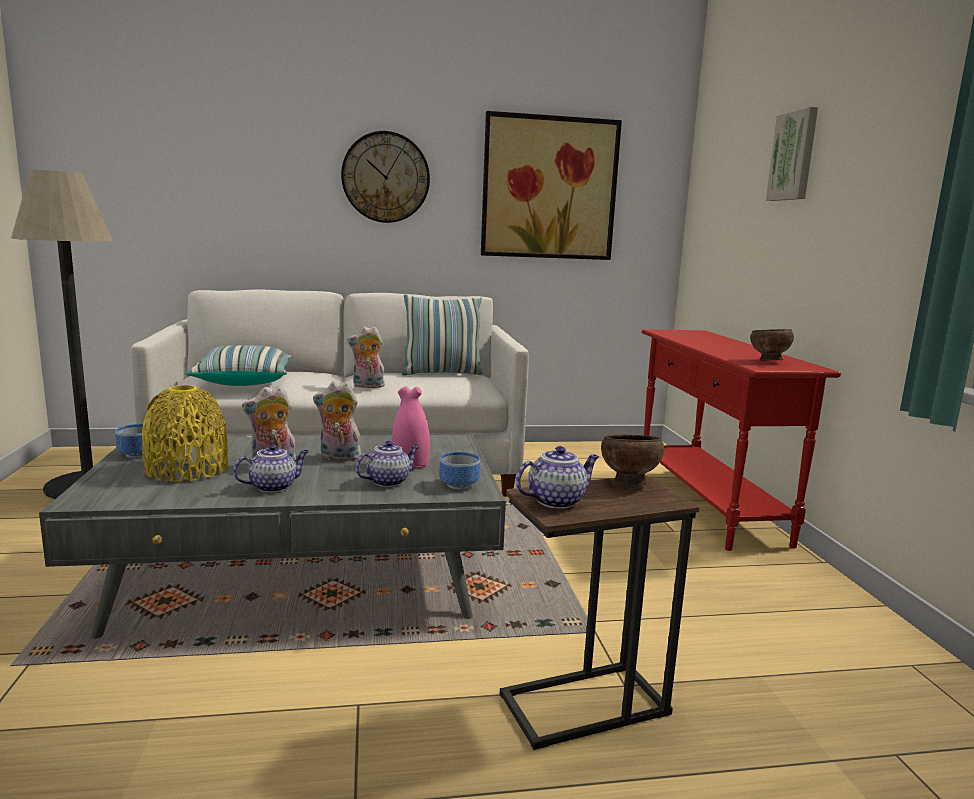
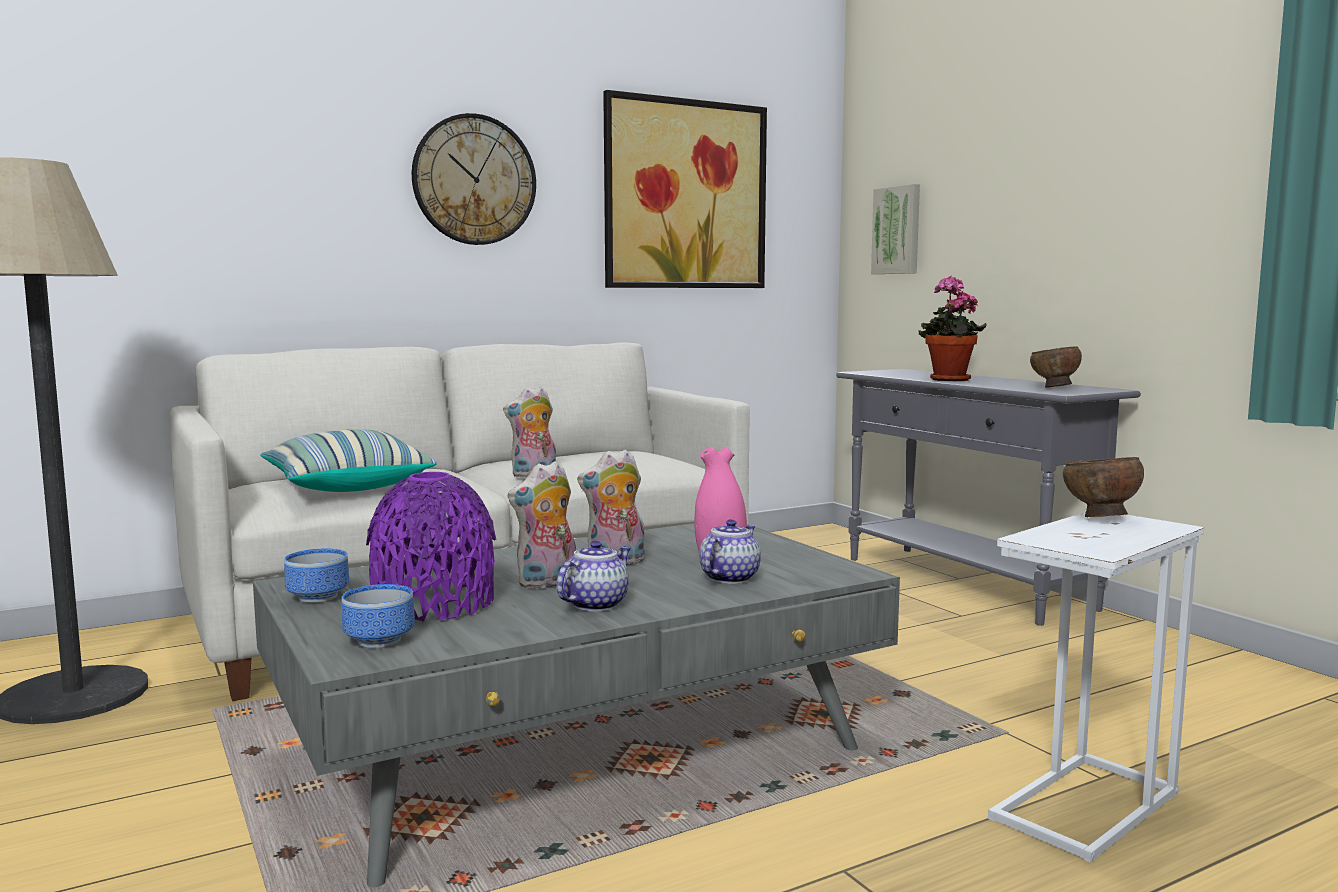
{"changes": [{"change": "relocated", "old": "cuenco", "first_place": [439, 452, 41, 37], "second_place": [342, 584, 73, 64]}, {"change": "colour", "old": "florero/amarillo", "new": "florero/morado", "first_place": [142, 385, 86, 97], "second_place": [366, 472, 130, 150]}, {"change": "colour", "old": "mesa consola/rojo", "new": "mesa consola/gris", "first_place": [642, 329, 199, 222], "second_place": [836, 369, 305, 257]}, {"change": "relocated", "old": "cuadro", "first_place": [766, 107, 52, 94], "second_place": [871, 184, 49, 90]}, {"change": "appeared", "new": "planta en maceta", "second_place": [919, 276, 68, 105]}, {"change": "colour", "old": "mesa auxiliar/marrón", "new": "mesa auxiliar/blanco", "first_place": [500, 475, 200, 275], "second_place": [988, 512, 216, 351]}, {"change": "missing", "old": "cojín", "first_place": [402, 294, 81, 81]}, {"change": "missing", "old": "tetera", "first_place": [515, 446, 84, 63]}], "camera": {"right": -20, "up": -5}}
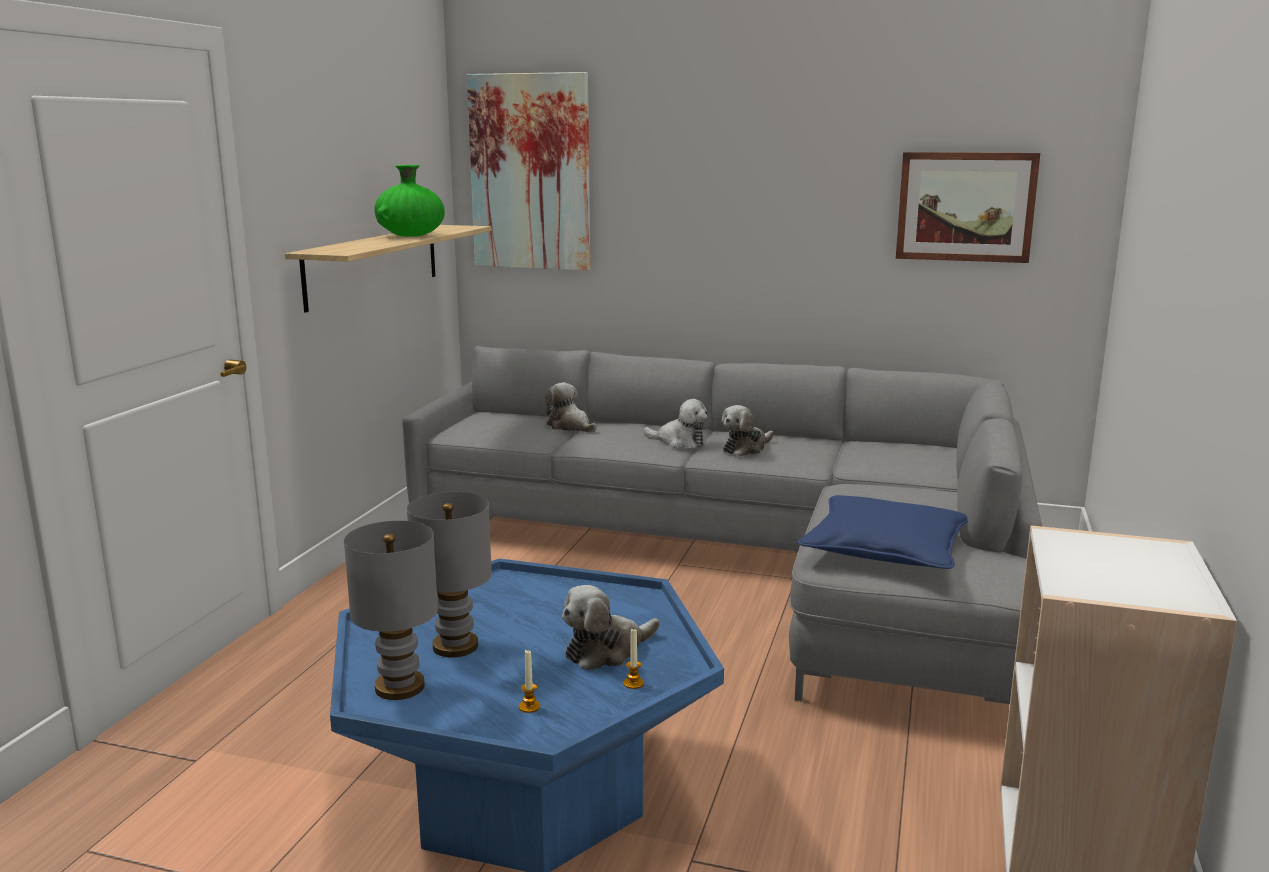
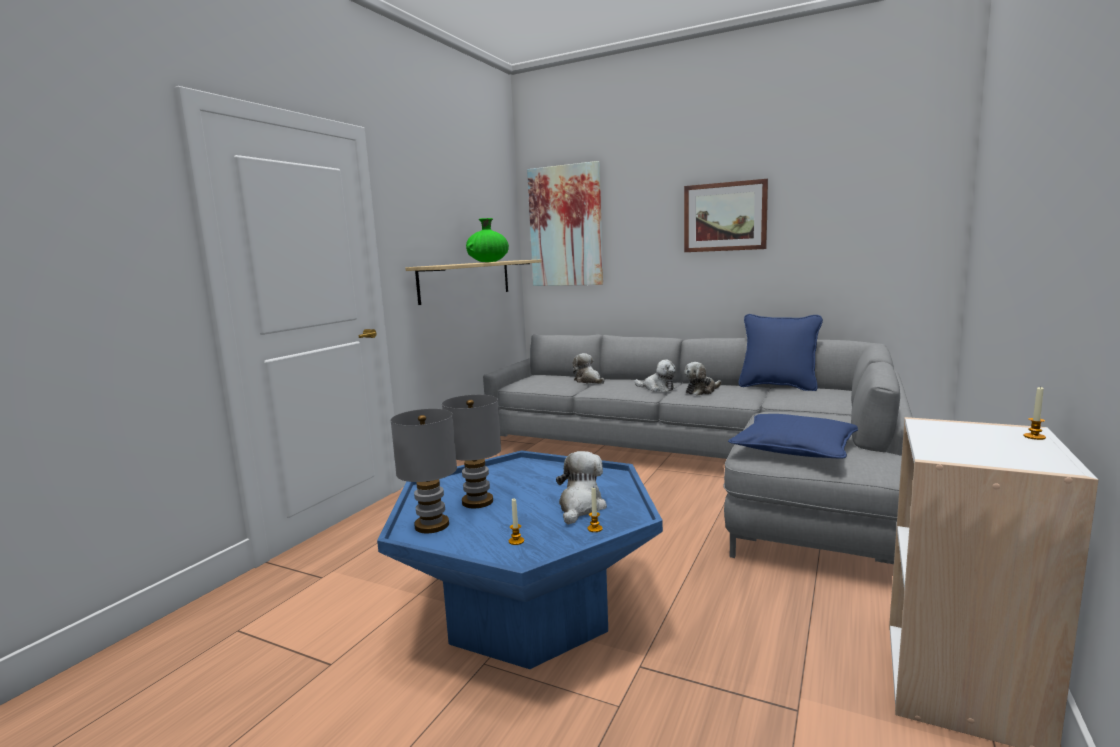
{"changes": [{"change": "spun", "old": "peluche", "first_place": [562, 585, 98, 86], "second_place": [556, 451, 51, 74], "degrees": 135}, {"change": "relocated", "old": "cuadro", "first_place": [896, 152, 144, 111], "second_place": [684, 179, 84, 73]}, {"change": "appeared", "new": "cojín/azul", "second_place": [739, 314, 84, 77]}, {"change": "appeared", "new": "vela", "second_place": [1024, 386, 22, 54]}], "camera": {"right": 10, "up": -5}}
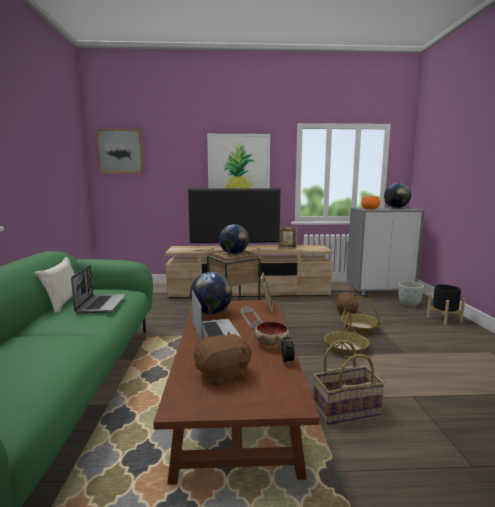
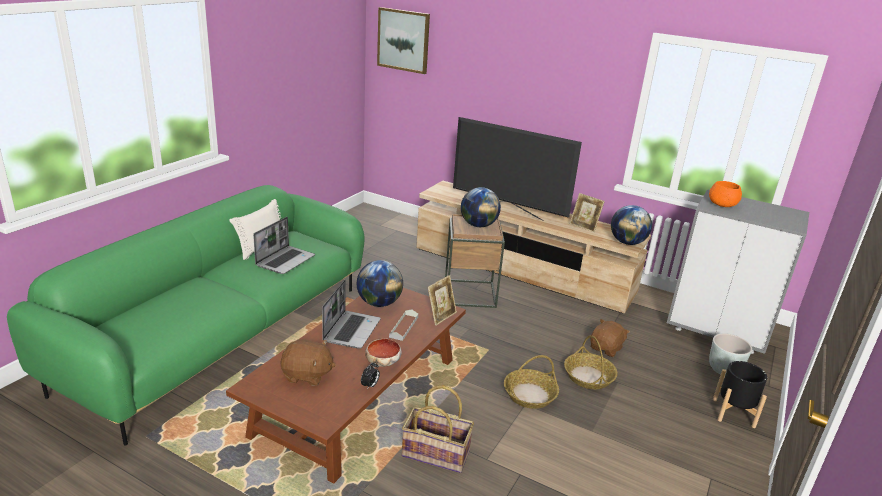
{"changes": [{"change": "relocated", "old": "globo terráqueo", "first_place": [384, 183, 27, 25], "second_place": [611, 205, 41, 40]}, {"change": "missing", "old": "cuadro", "first_place": [207, 134, 63, 55]}], "camera": {"right": 30, "up": 15}}
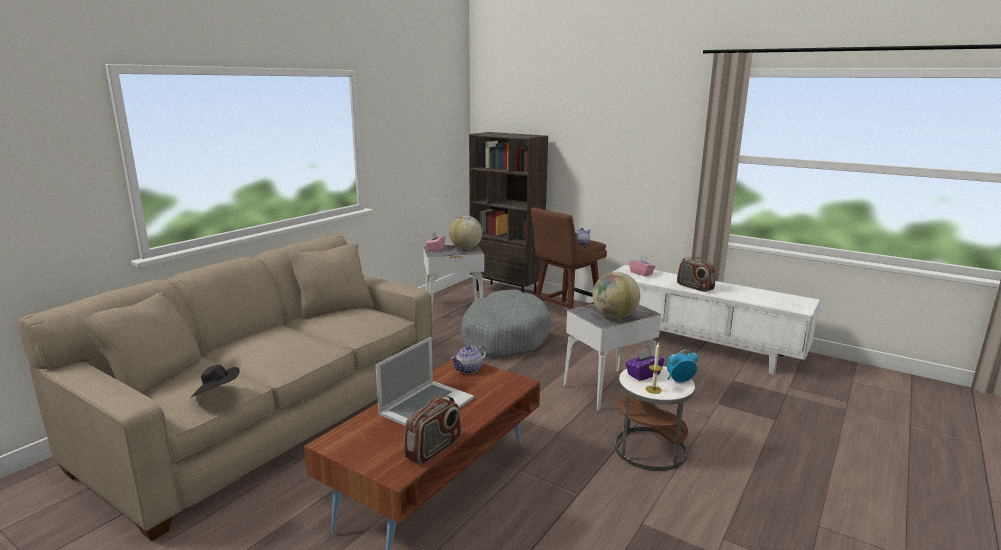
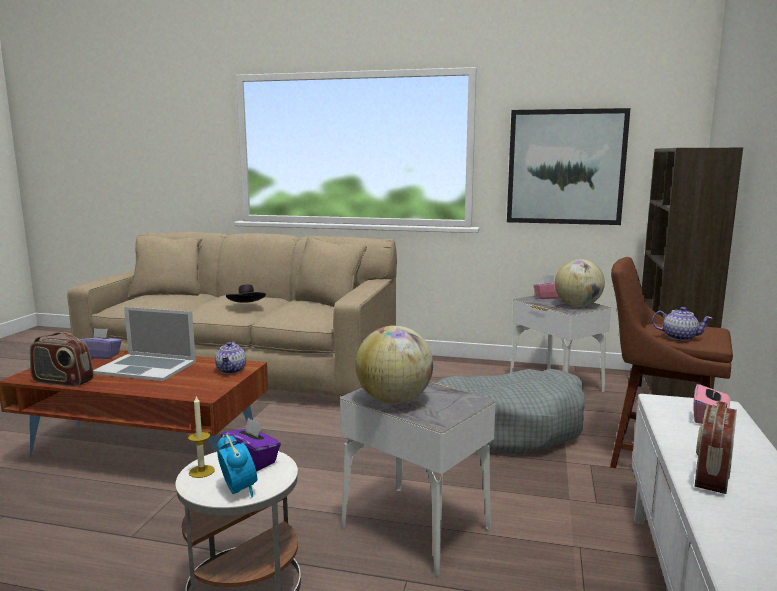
{"changes": [{"change": "appeared", "new": "caja de pañuelos/morado", "second_place": [80, 328, 42, 31]}, {"change": "spun", "old": "tetera", "first_place": [451, 345, 36, 29], "second_place": [215, 342, 31, 32], "degrees": -120}, {"change": "relocated", "old": "sombrero/negro", "first_place": [190, 365, 50, 33], "second_place": [226, 284, 40, 19]}, {"change": "appeared", "new": "cuadro", "second_place": [507, 108, 124, 117]}], "camera": {"right": 70, "up": -5}}
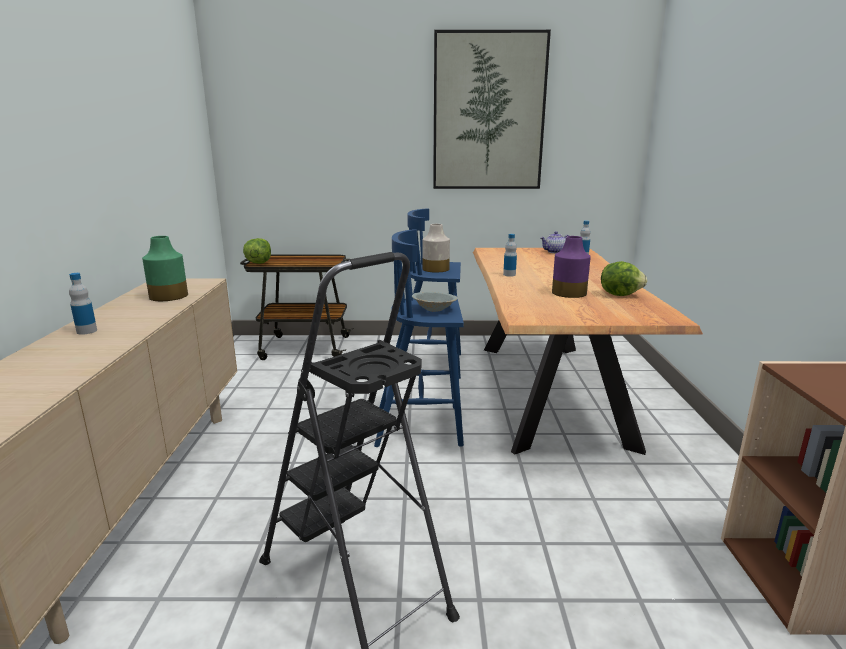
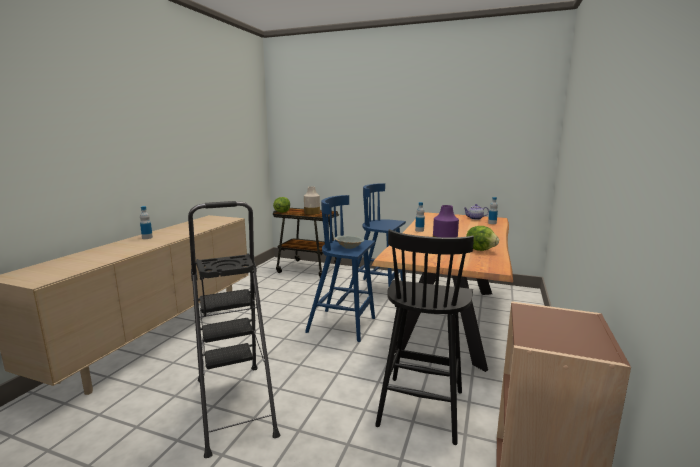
{"changes": [{"change": "relocated", "old": "florero/beis", "first_place": [423, 224, 27, 48], "second_place": [304, 187, 16, 28]}, {"change": "appeared", "new": "taburete/negro", "second_place": [375, 229, 99, 216]}, {"change": "missing", "old": "florero/verde", "first_place": [142, 236, 46, 65]}, {"change": "missing", "old": "cuadro", "first_place": [433, 30, 118, 159]}], "camera": {"right": 20, "up": -5}}
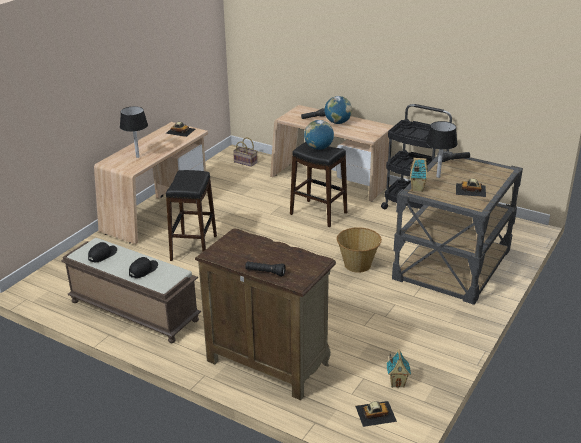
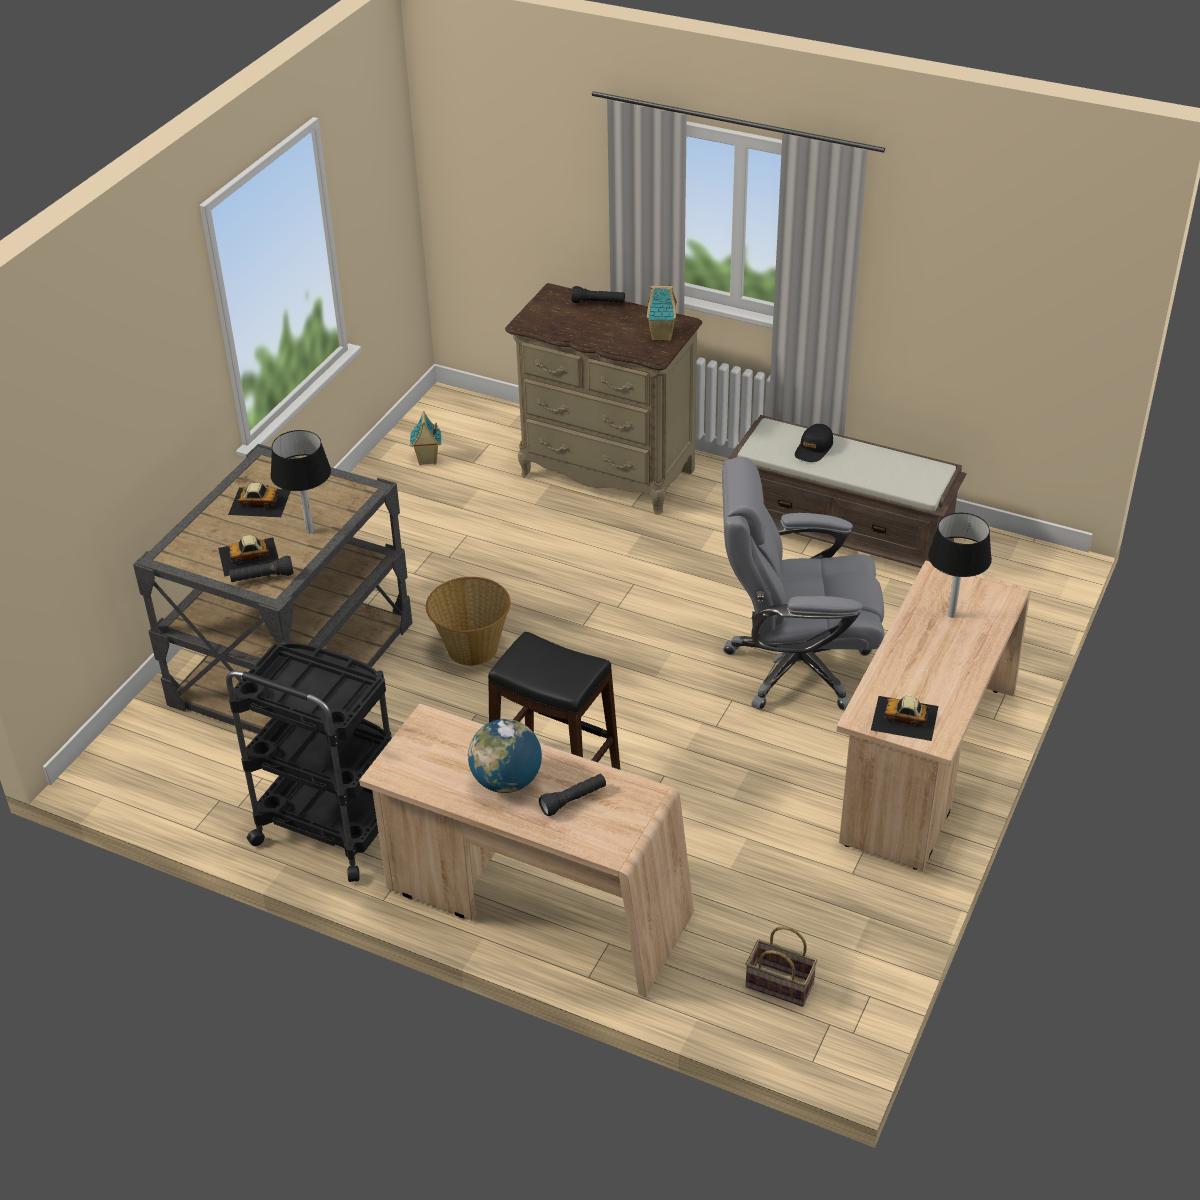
{"changes": [{"change": "relocated", "old": "coche de juguete", "first_place": [355, 401, 42, 26], "second_place": [218, 535, 61, 42]}, {"change": "relocated", "old": "casita", "first_place": [410, 158, 18, 34], "second_place": [647, 284, 30, 57]}, {"change": "exchanged", "old": "taburete/negro", "new": "silla de oficina/gris", "first_place": [166, 170, 51, 91], "second_place": [722, 457, 162, 254]}, {"change": "missing", "old": "gorra/negro", "first_place": [88, 242, 29, 20]}, {"change": "missing", "old": "globo terráqueo", "first_place": [304, 120, 30, 30]}], "camera": {"right": 175, "up": 10}}
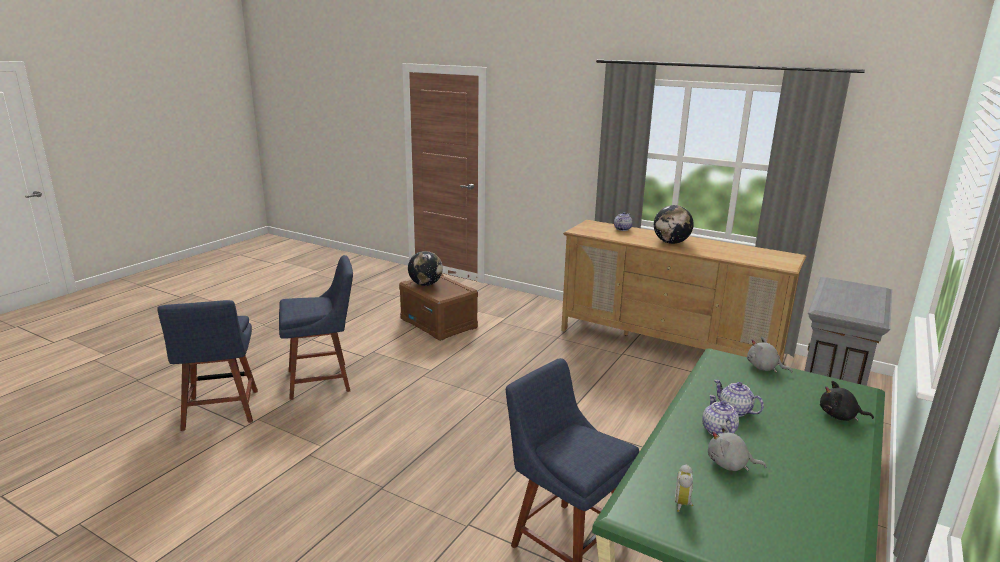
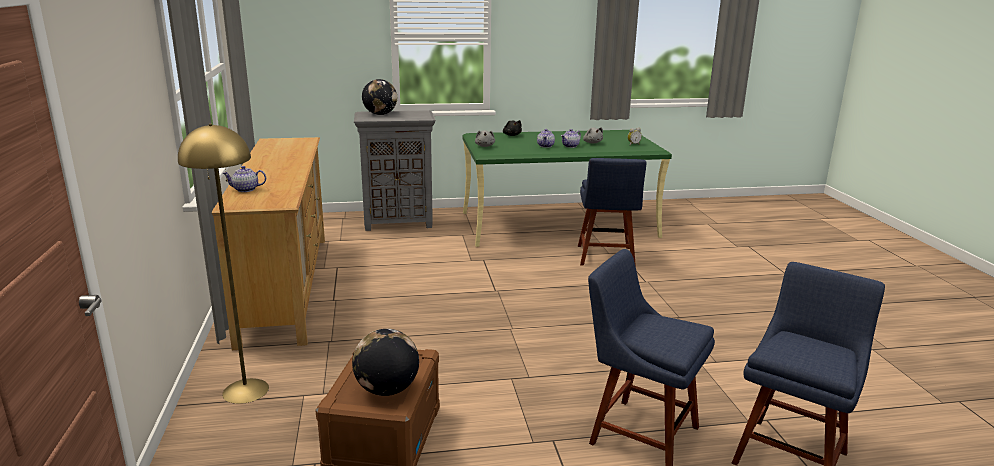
{"changes": [{"change": "appeared", "new": "lámpara de pie/amarillo", "second_place": [178, 124, 91, 280]}, {"change": "relocated", "old": "globo terráqueo", "first_place": [654, 205, 40, 39], "second_place": [362, 79, 35, 36]}], "camera": {"right": -130, "up": 0}}
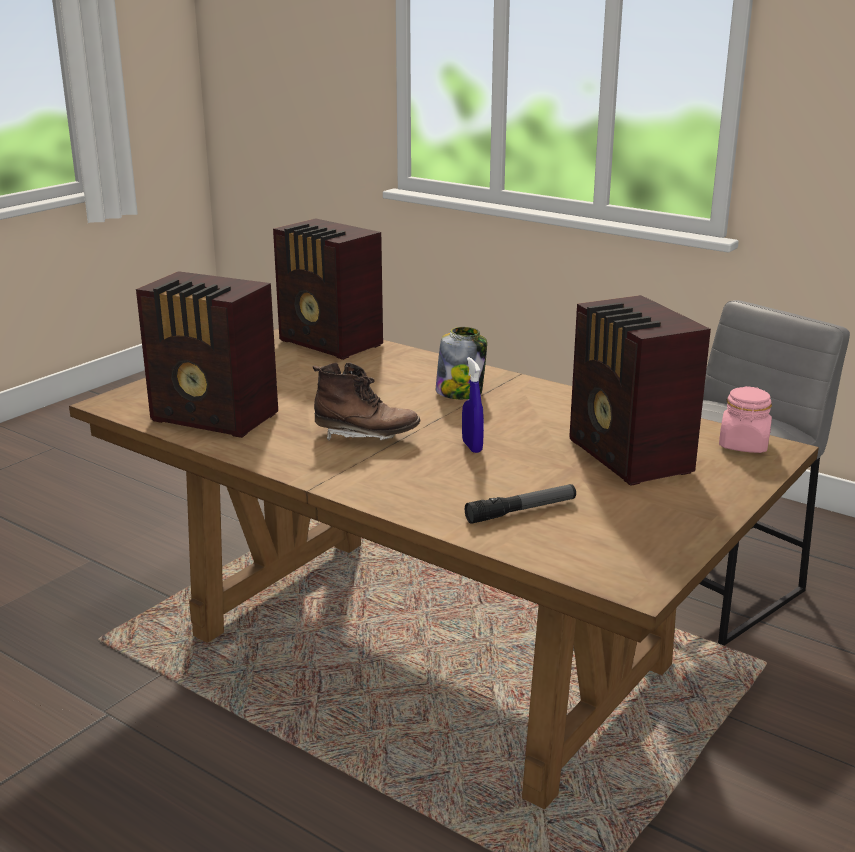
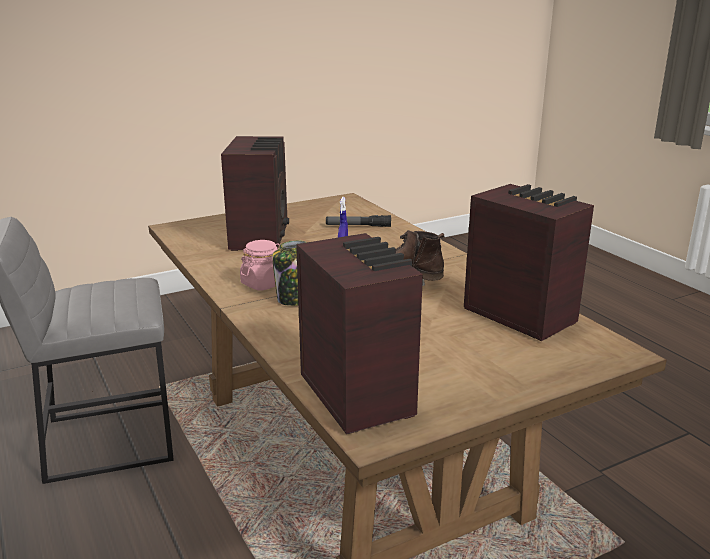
{"changes": [{"change": "relocated", "old": "tarro/rosa", "first_place": [719, 386, 53, 67], "second_place": [240, 240, 40, 50]}], "camera": {"right": -155, "up": 0}}
